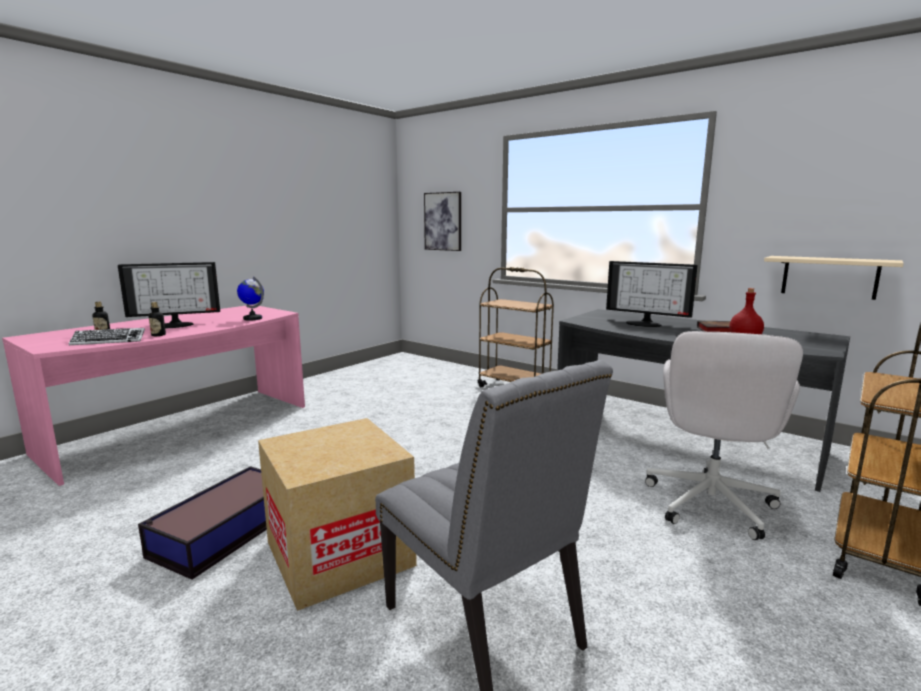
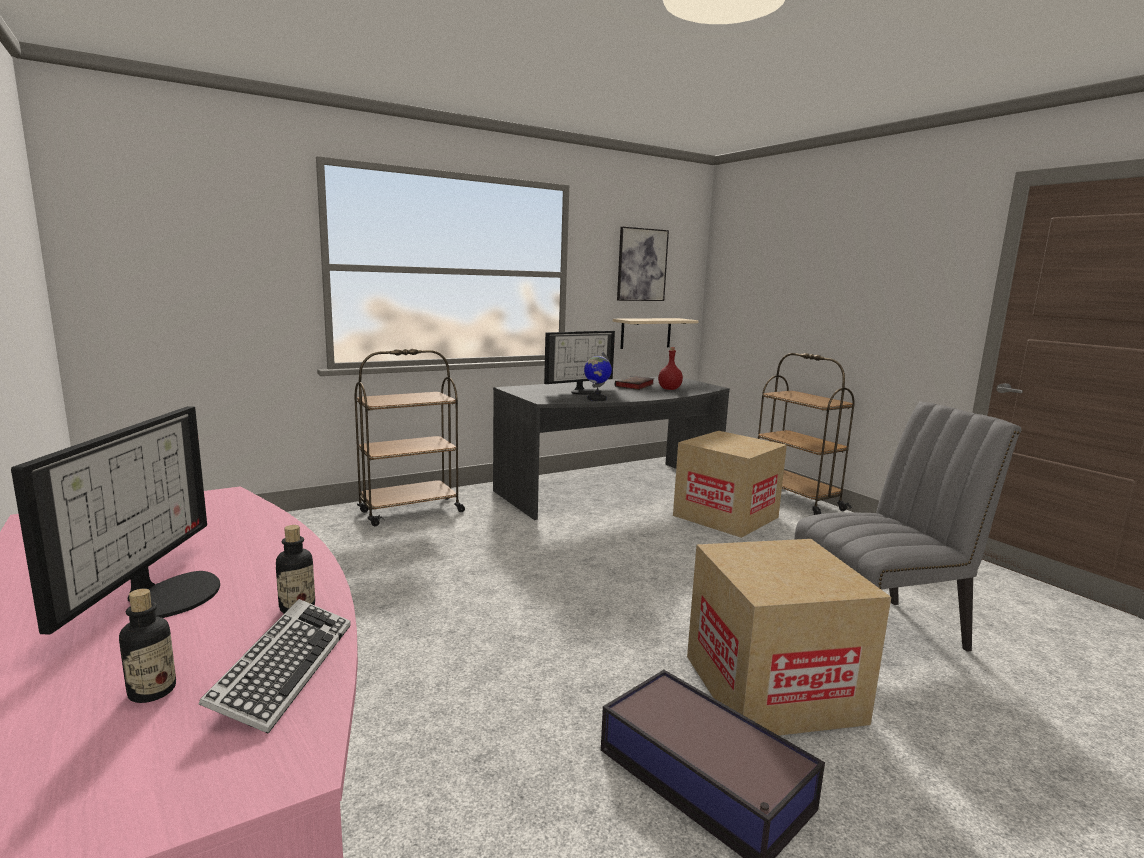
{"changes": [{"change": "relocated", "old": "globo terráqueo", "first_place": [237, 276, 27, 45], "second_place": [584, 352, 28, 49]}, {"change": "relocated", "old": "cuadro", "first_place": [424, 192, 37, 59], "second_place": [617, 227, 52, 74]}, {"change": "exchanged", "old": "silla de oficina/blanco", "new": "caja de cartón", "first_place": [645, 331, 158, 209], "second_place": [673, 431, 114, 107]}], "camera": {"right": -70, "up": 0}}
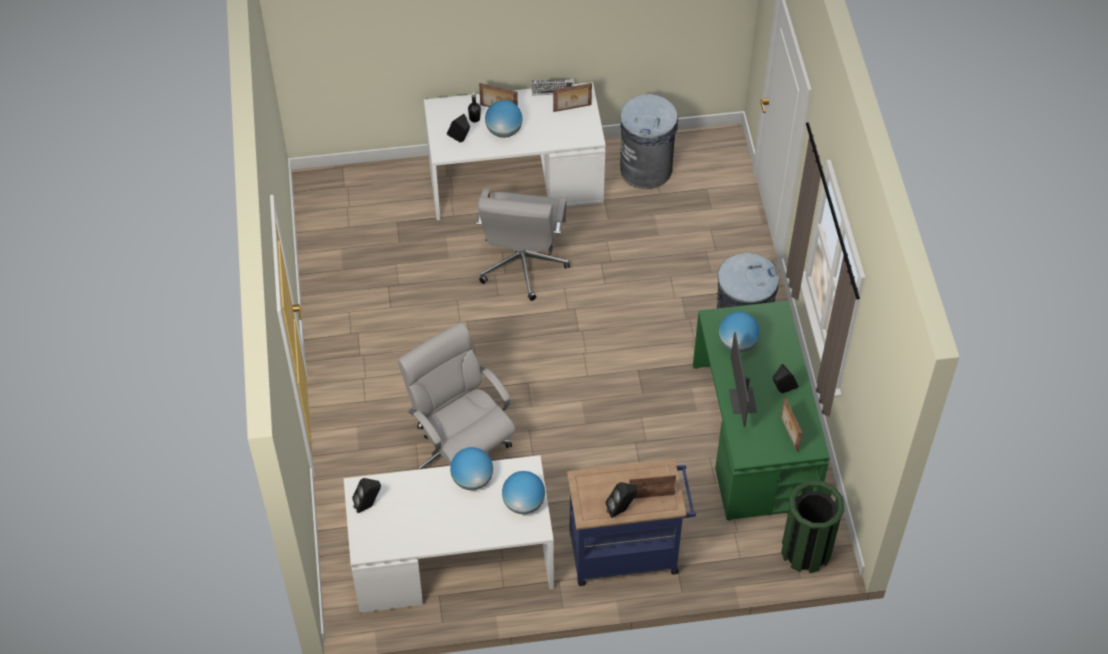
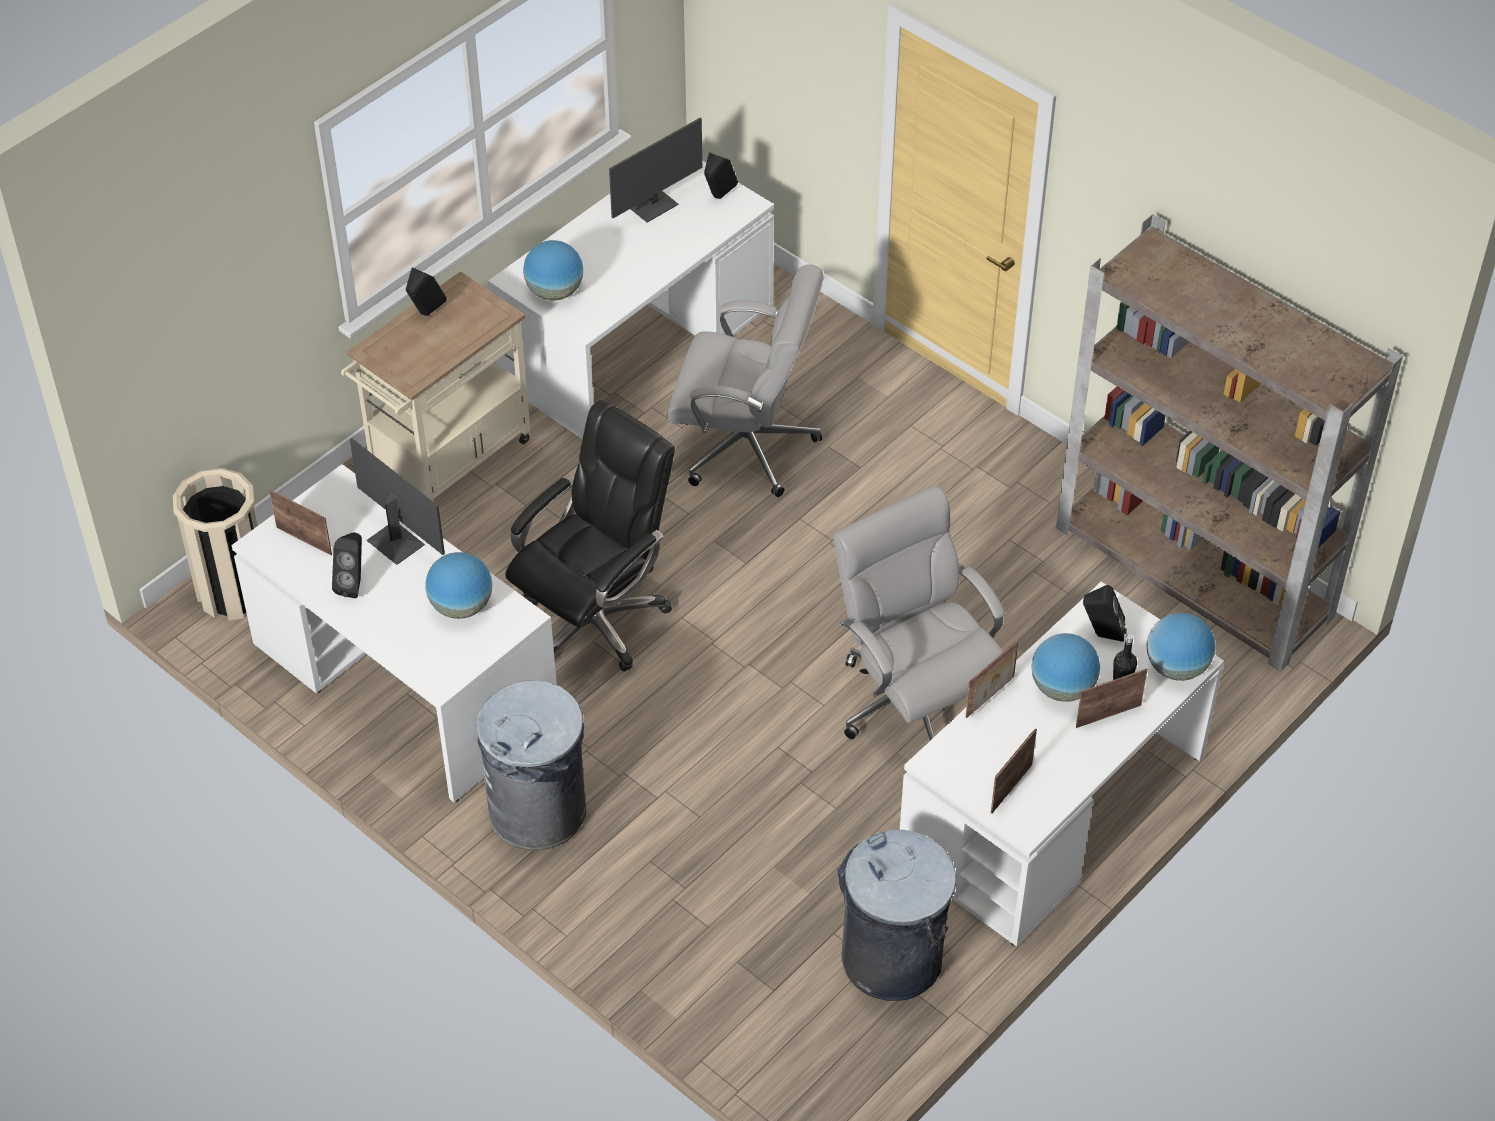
{"changes": [{"change": "colour", "old": "papelera/verde", "new": "papelera/beis", "first_place": [781, 481, 64, 92], "second_place": [173, 468, 86, 152]}, {"change": "colour", "old": "escritorio/verde", "new": "escritorio/blanco", "first_place": [693, 300, 137, 220], "second_place": [232, 464, 325, 338]}, {"change": "colour", "old": "carrito/azul", "new": "carrito/beis", "first_place": [567, 459, 129, 127], "second_place": [341, 271, 189, 231]}, {"change": "appeared", "new": "silla de oficina/negro", "second_place": [505, 400, 170, 272]}, {"change": "appeared", "new": "monitor", "second_place": [609, 118, 93, 105]}, {"change": "relocated", "old": "portarretratos", "first_place": [629, 475, 47, 24], "second_place": [966, 640, 52, 78]}, {"change": "appeared", "new": "estantería/marrón", "second_place": [1056, 214, 347, 458]}, {"change": "relocated", "old": "globo terráqueo", "first_place": [450, 447, 43, 43], "second_place": [1147, 613, 68, 68]}, {"change": "missing", "old": "teclado", "first_place": [531, 79, 43, 17]}], "camera": {"right": 140, "up": -5}}
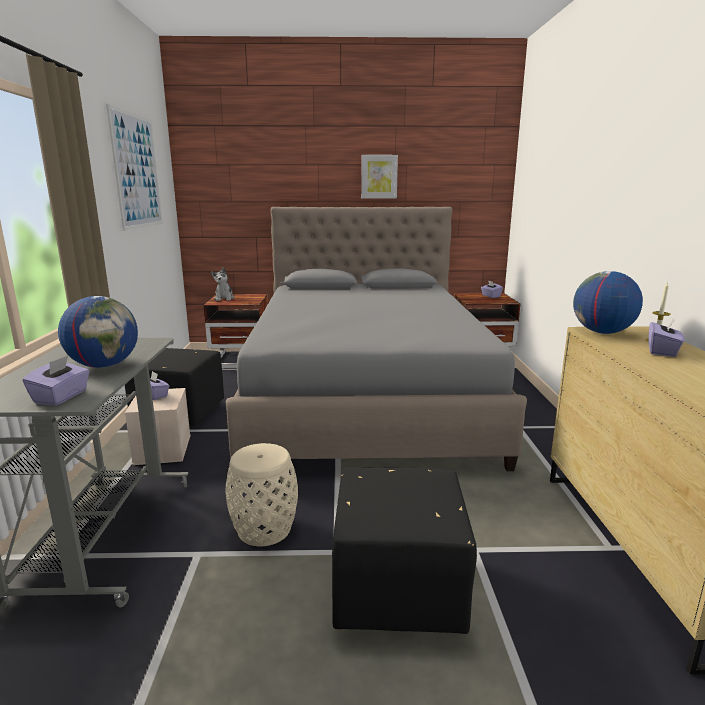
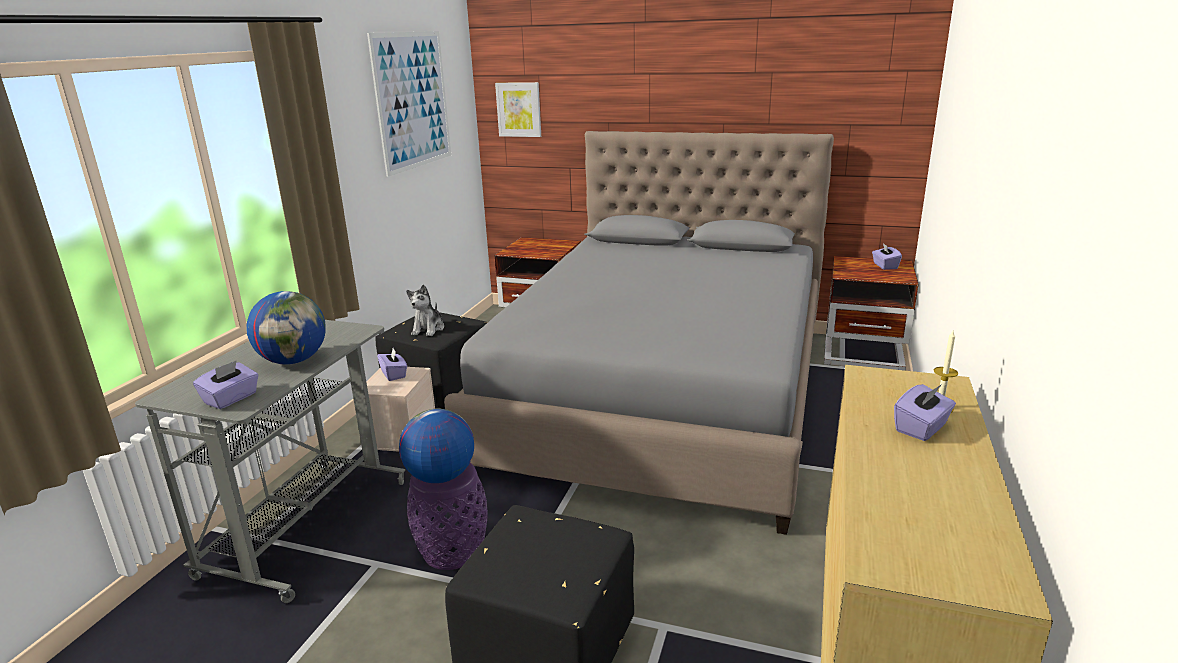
{"changes": [{"change": "relocated", "old": "globo terráqueo", "first_place": [573, 271, 70, 63], "second_place": [399, 409, 75, 74]}, {"change": "relocated", "old": "peluche", "first_place": [211, 267, 24, 34], "second_place": [406, 284, 38, 52]}, {"change": "colour", "old": "taburete/beis", "new": "taburete/morado", "first_place": [226, 443, 72, 103], "second_place": [407, 463, 81, 107]}, {"change": "relocated", "old": "cuadro", "first_place": [361, 155, 37, 43], "second_place": [495, 82, 46, 55]}], "camera": {"right": 20, "up": 5}}
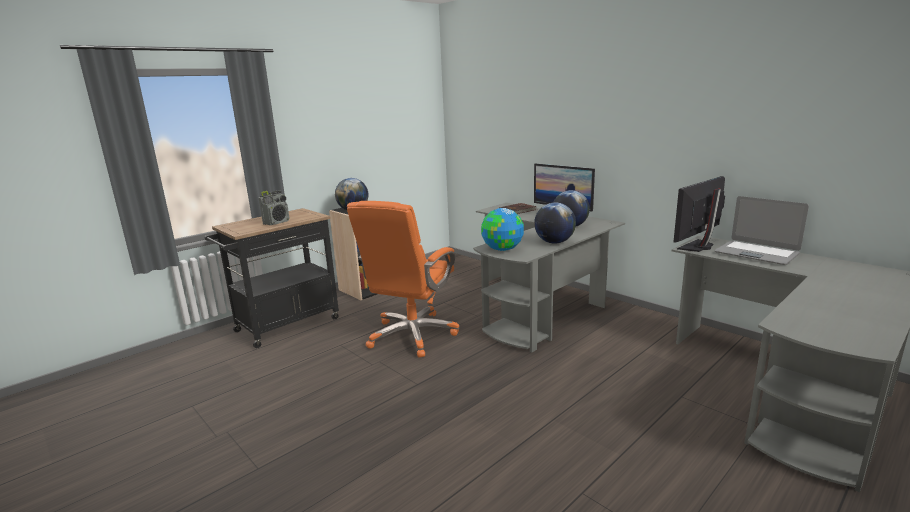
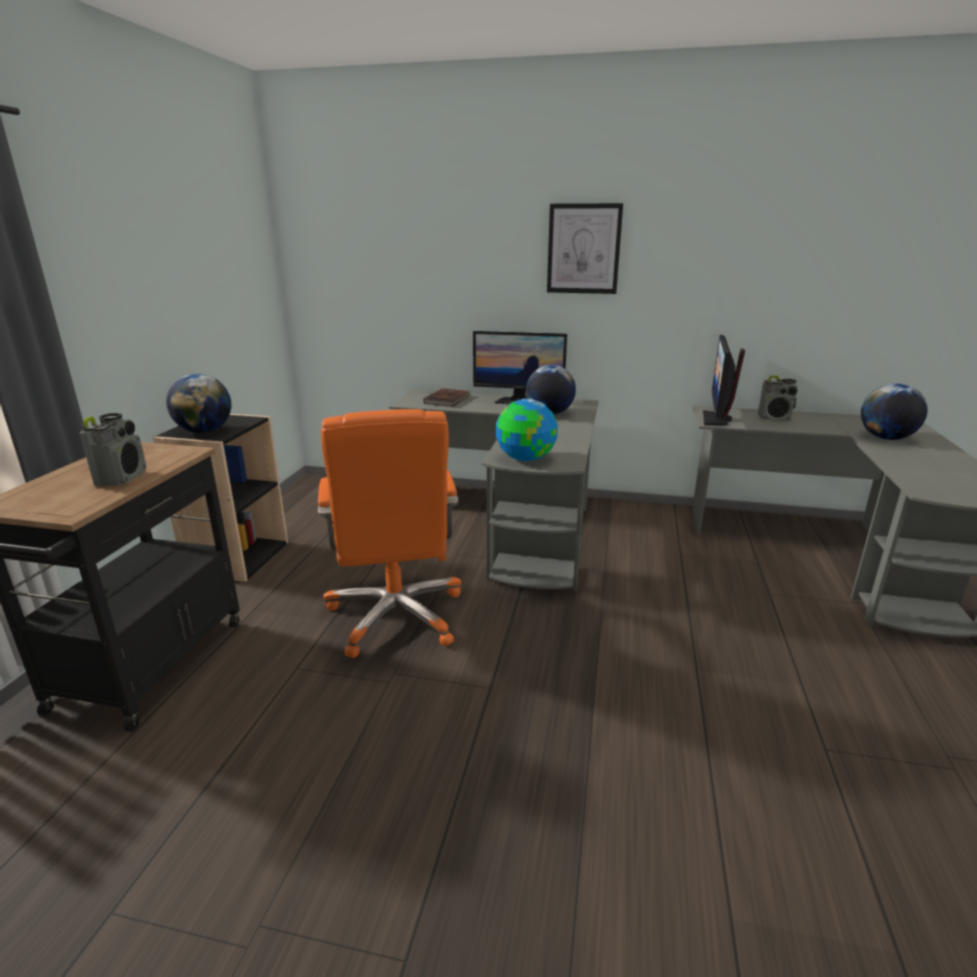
{"changes": [{"change": "appeared", "new": "cuadro", "second_place": [547, 203, 76, 91]}, {"change": "exchanged", "old": "portátil", "new": "radio", "first_place": [714, 196, 95, 69], "second_place": [758, 375, 39, 46]}, {"change": "relocated", "old": "globo terráqueo", "first_place": [534, 203, 42, 41], "second_place": [861, 384, 67, 56]}], "camera": {"right": -35, "up": 5}}
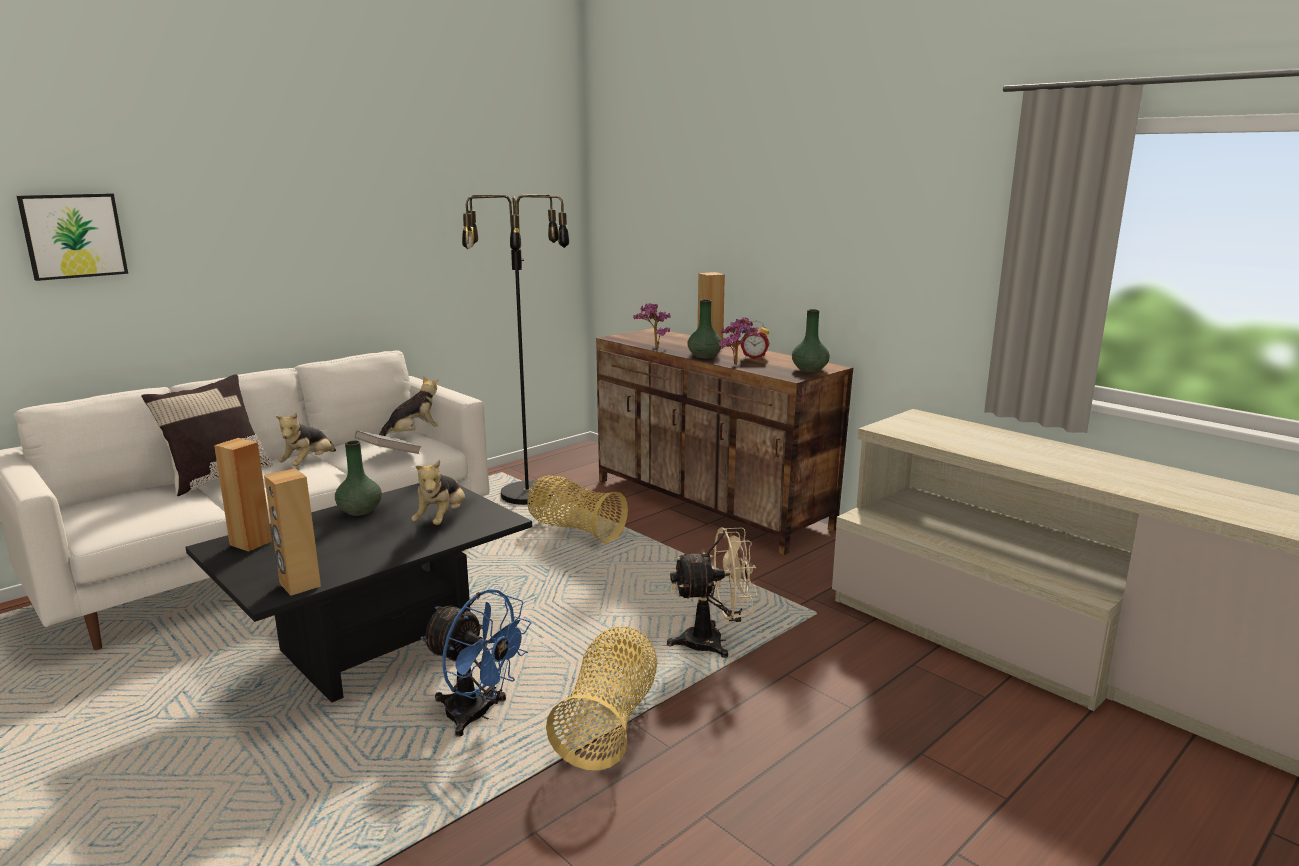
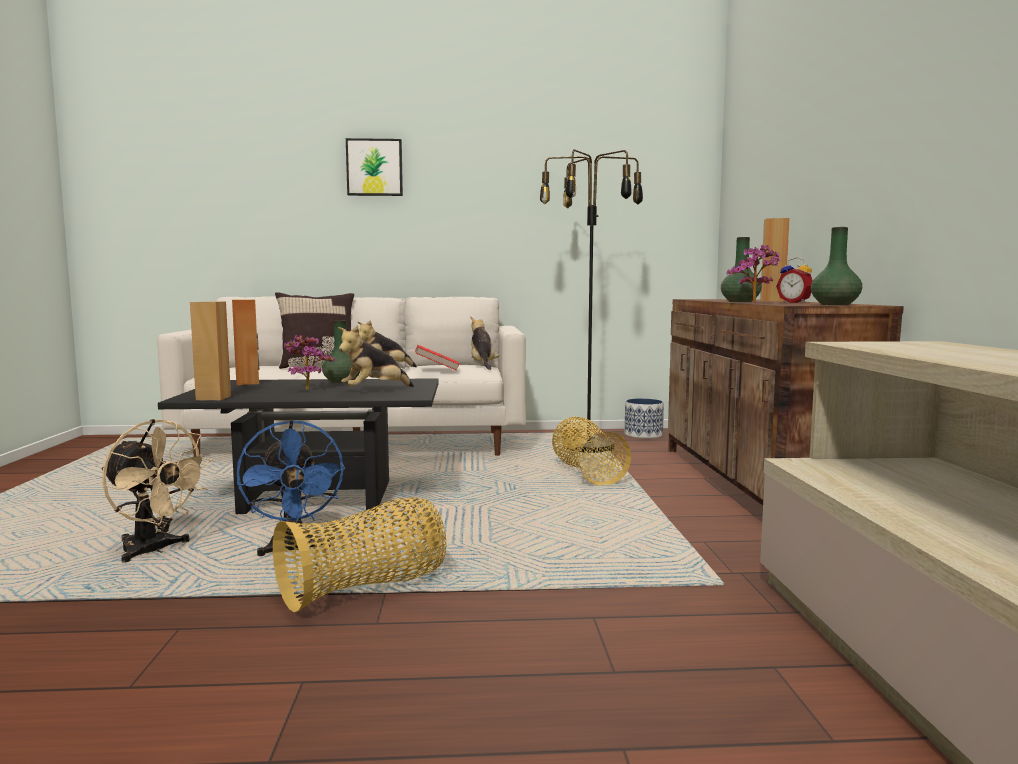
{"changes": [{"change": "relocated", "old": "ventilador/beis", "first_place": [667, 527, 90, 131], "second_place": [101, 419, 111, 144]}, {"change": "relocated", "old": "planta en maceta", "first_place": [633, 303, 38, 44], "second_place": [284, 335, 51, 55]}, {"change": "relocated", "old": "cuadro", "first_place": [17, 193, 111, 88], "second_place": [346, 138, 57, 58]}, {"change": "colour", "old": "libro/gris", "new": "libro/rojo", "first_place": [355, 430, 66, 24], "second_place": [415, 345, 45, 26]}, {"change": "spun", "old": "peluche", "first_place": [379, 376, 60, 60], "second_place": [471, 317, 28, 53], "degrees": -105}, {"change": "appeared", "new": "maceta", "second_place": [625, 398, 39, 41]}], "camera": {"right": 40, "up": -10}}
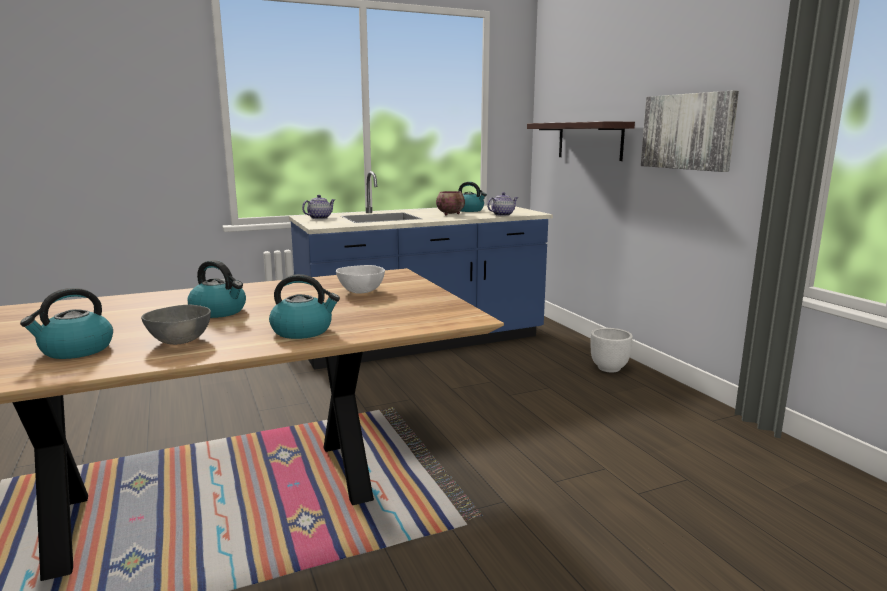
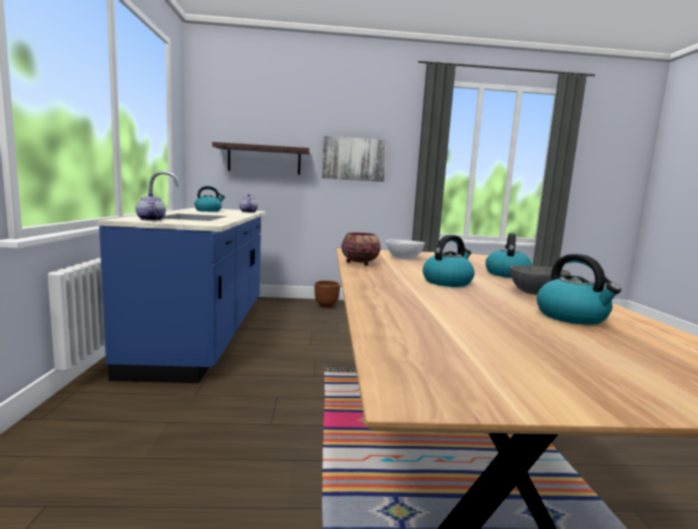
{"changes": [{"change": "colour", "old": "maceta/blanco", "new": "maceta/marrón", "first_place": [591, 328, 42, 44], "second_place": [314, 280, 26, 28]}, {"change": "relocated", "old": "cuenco", "first_place": [436, 191, 29, 24], "second_place": [342, 232, 38, 33]}], "camera": {"right": -70, "up": -5}}
